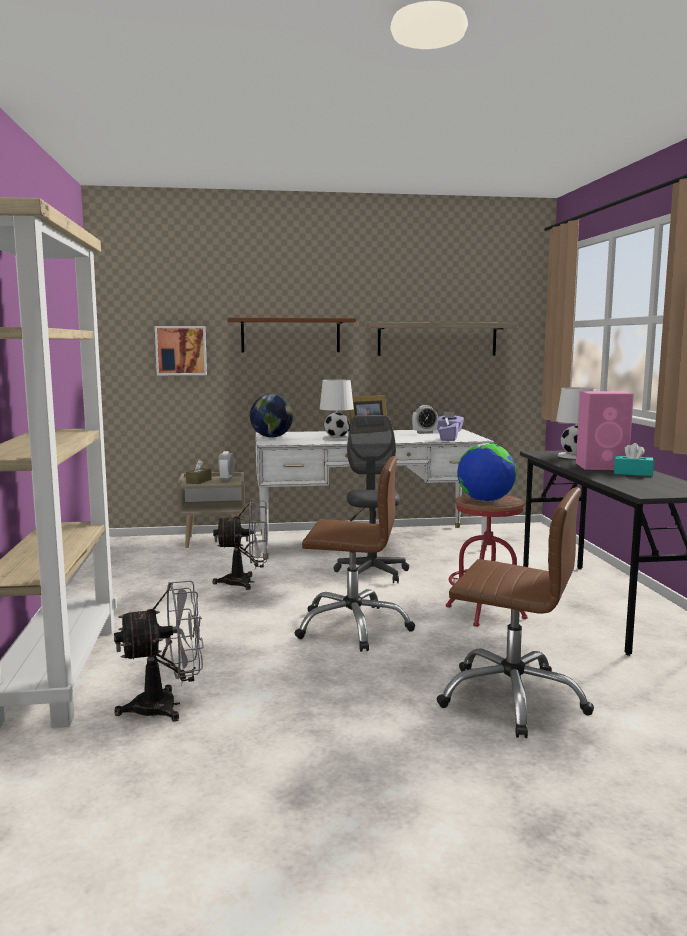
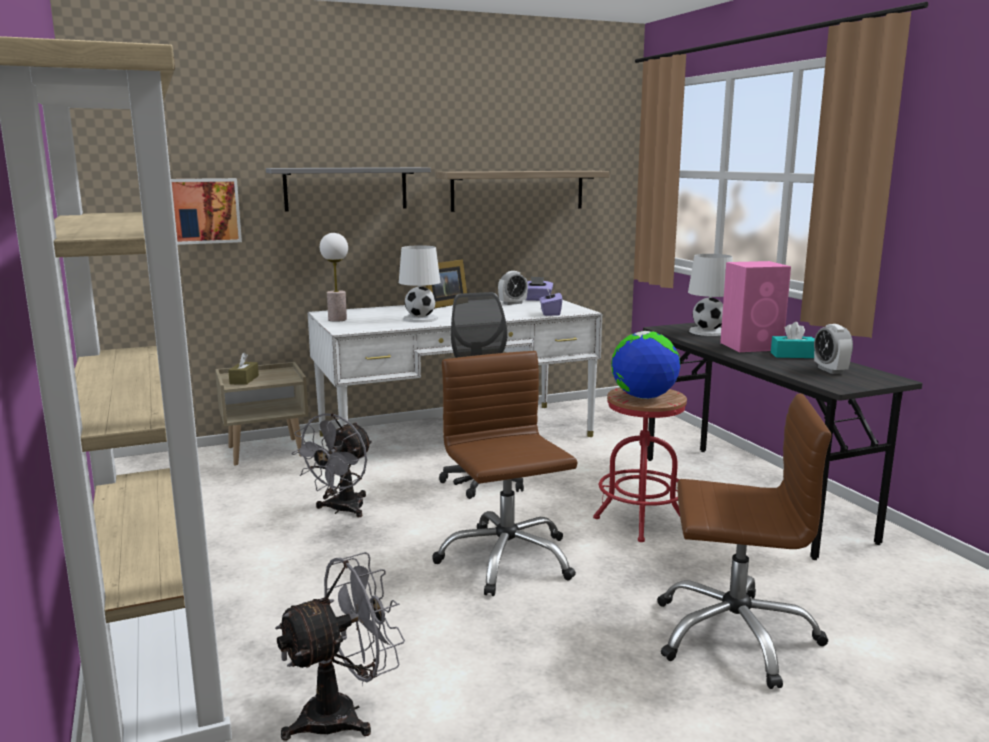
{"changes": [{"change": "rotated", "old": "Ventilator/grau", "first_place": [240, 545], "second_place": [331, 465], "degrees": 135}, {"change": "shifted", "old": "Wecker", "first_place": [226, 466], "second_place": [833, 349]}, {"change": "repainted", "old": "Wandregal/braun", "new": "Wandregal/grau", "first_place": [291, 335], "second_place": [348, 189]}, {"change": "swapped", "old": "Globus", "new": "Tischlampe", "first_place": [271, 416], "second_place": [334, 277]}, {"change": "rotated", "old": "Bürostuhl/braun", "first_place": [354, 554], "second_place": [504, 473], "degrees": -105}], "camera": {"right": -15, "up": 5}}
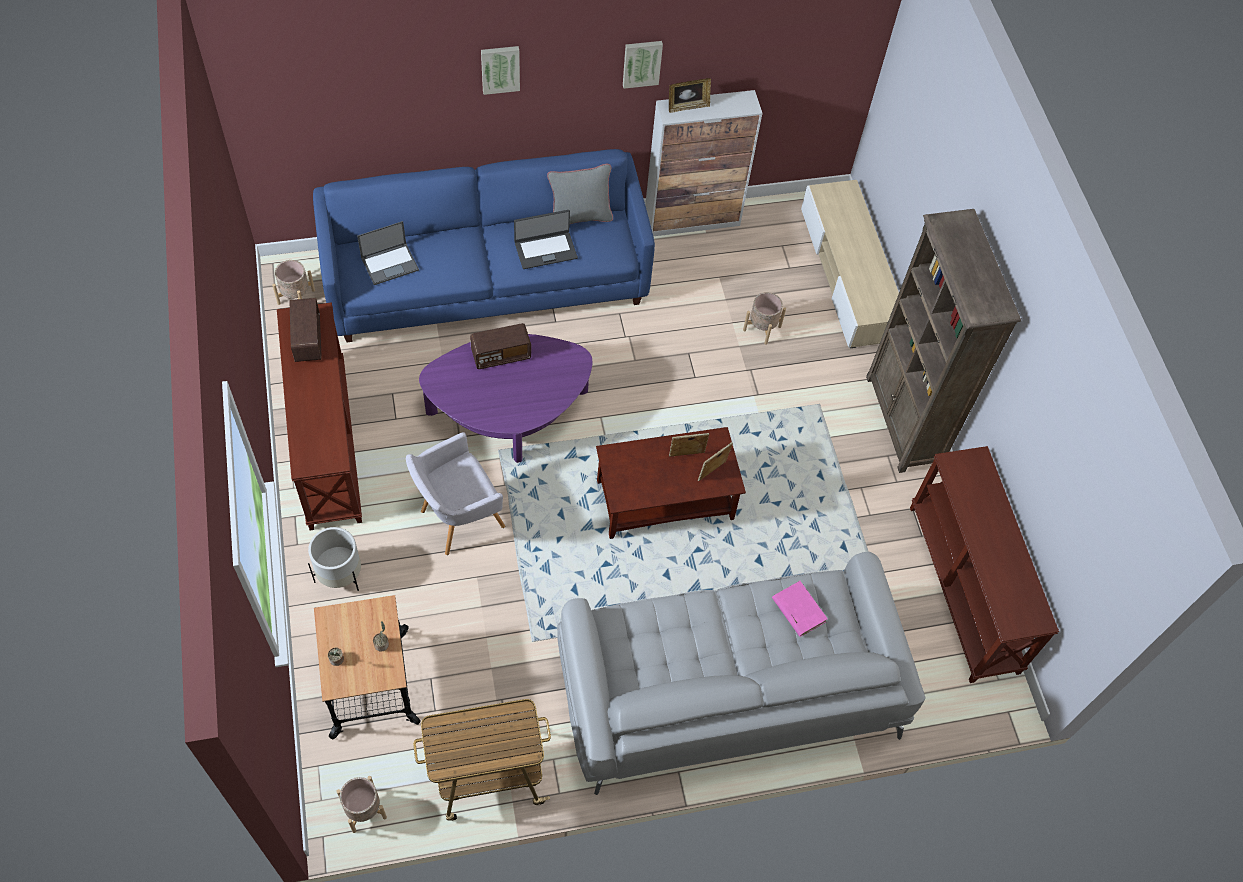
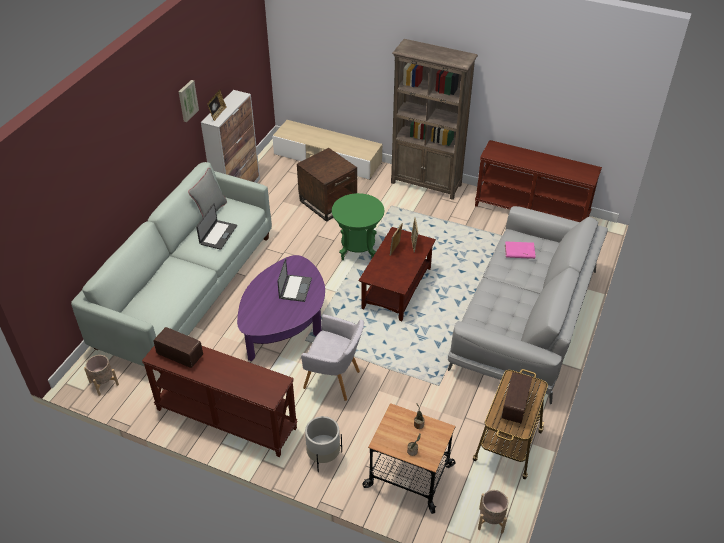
{"changes": [{"change": "repainted", "old": "Sofa/blau", "new": "Sofa/weiß", "first_place": [484, 245], "second_place": [171, 268]}, {"change": "shifted", "old": "Laptop", "first_place": [388, 253], "second_place": [294, 280]}, {"change": "rotated", "old": "Sessel/grau", "first_place": [455, 493], "second_place": [332, 357], "degrees": -75}, {"change": "shifted", "old": "Radio", "first_place": [500, 346], "second_place": [516, 397]}, {"change": "gone", "old": "Bild", "first_place": [500, 70]}, {"change": "swapped", "old": "Pflanzkübel/beige", "new": "Beistelltisch/braun", "first_place": [764, 318], "second_place": [327, 185]}, {"change": "new", "new": "Beistelltisch/grün", "second_place": [358, 226]}], "camera": {"right": -50, "up": -15}}
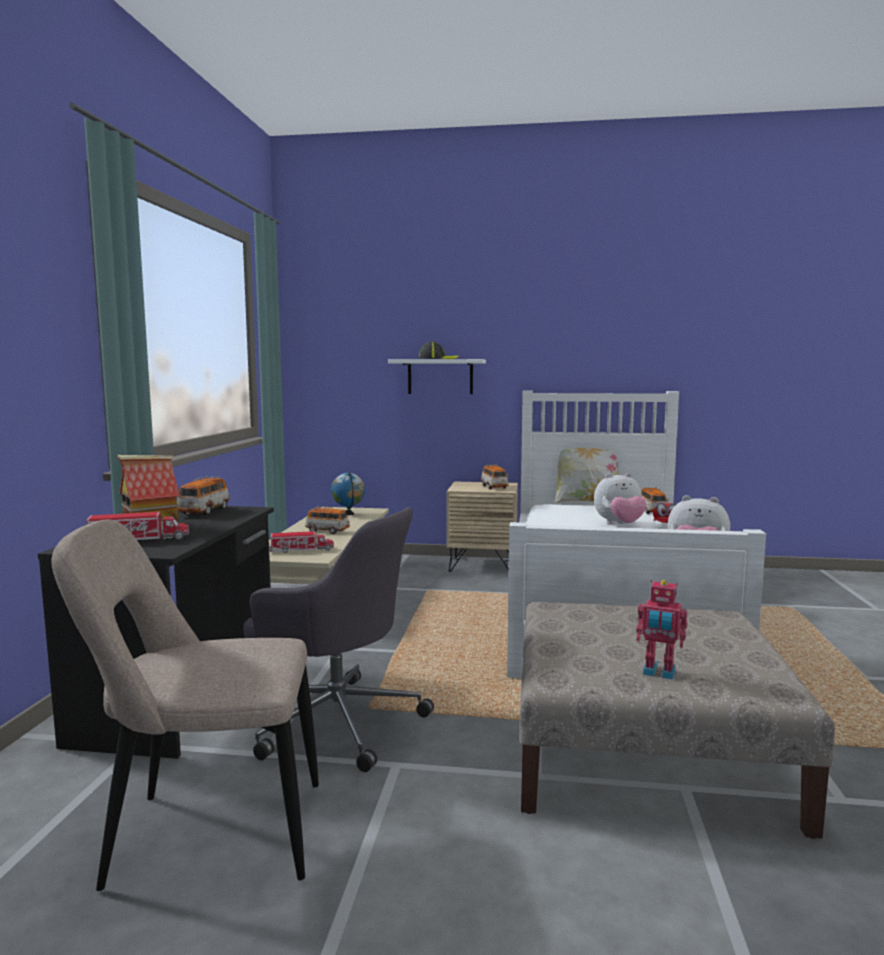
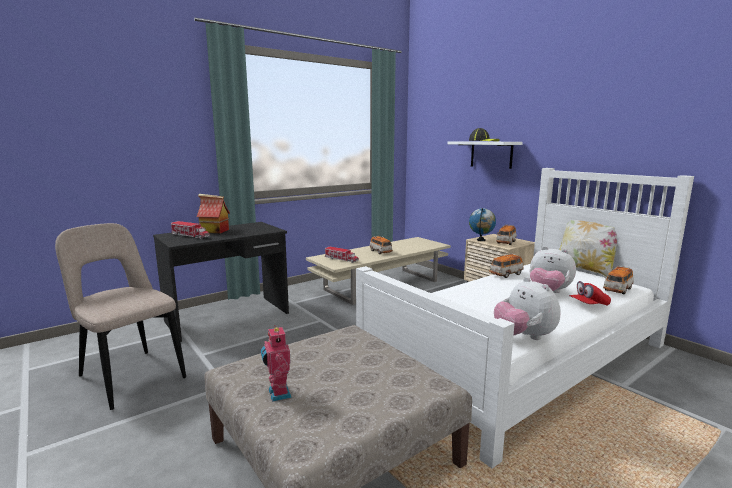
{"changes": [{"change": "shifted", "old": "Spielzeugauto", "first_place": [203, 495], "second_place": [506, 265]}, {"change": "gone", "old": "Bürostuhl/grau", "first_place": [338, 639]}, {"change": "shifted", "old": "Globus", "first_place": [348, 494], "second_place": [482, 224]}], "camera": {"right": 45, "up": 5}}
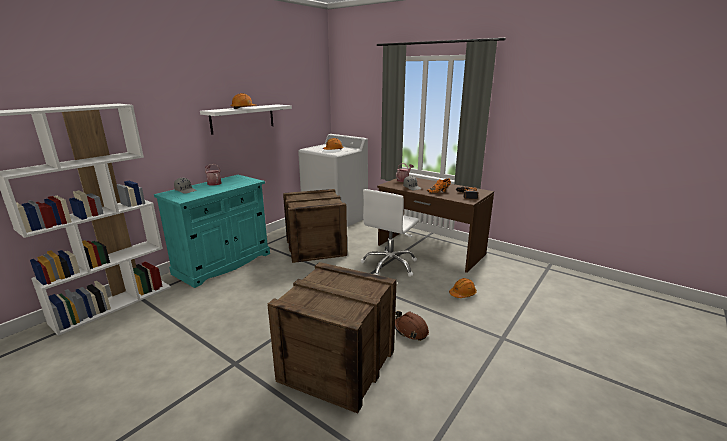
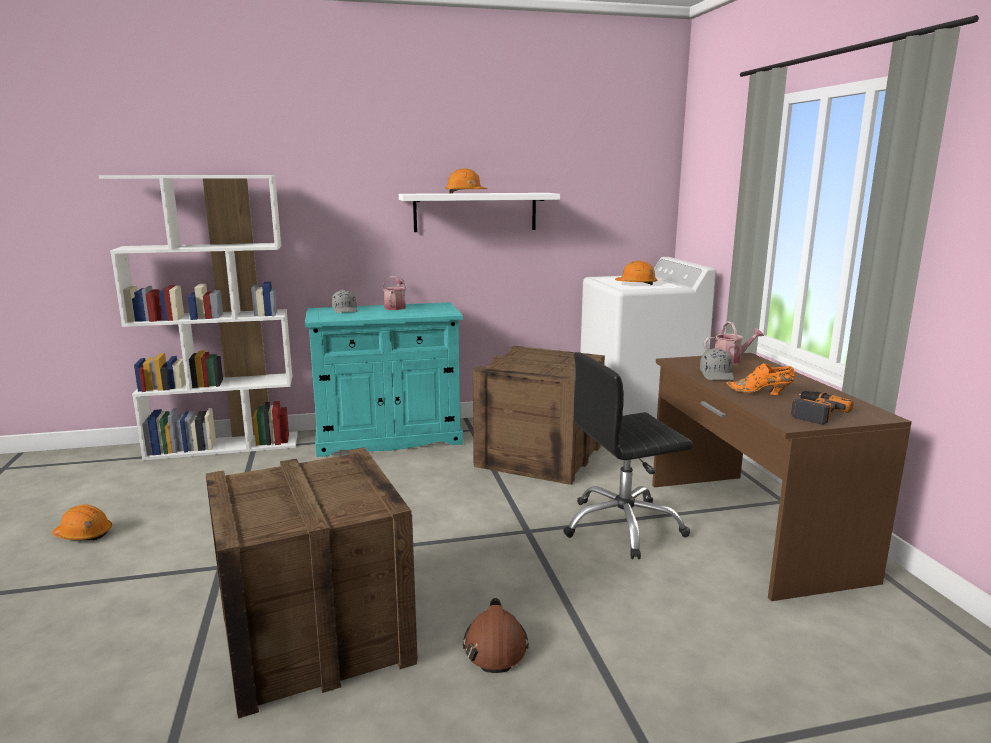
{"changes": [{"change": "repainted", "old": "Bürostuhl/weiß", "new": "Bürostuhl/schwarz", "first_place": [390, 233], "second_place": [628, 455]}, {"change": "shifted", "old": "Schutzhelm/orange", "first_place": [463, 288], "second_place": [82, 522]}], "camera": {"right": 40, "up": -5}}
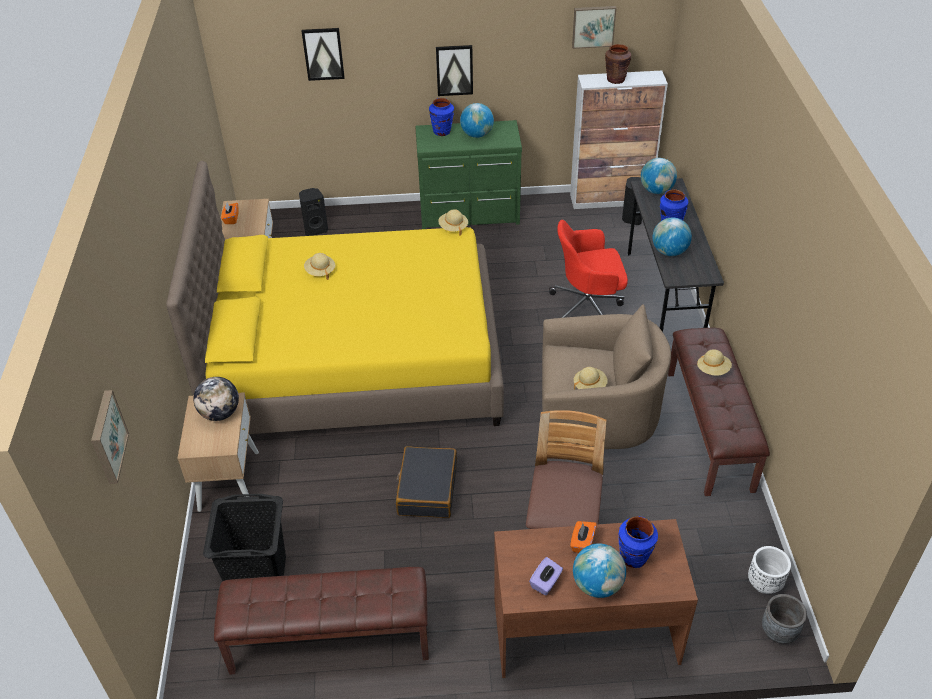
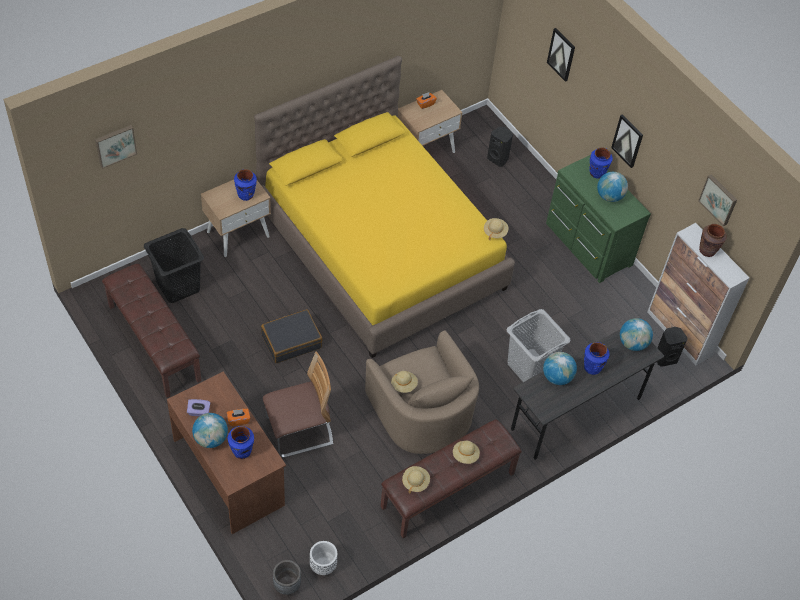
{"changes": [{"change": "swapped", "old": "Globus", "new": "Vase/blau", "first_place": [216, 399], "second_place": [245, 185]}, {"change": "shifted", "old": "Hut/beige", "first_place": [319, 266], "second_place": [416, 480]}, {"change": "swapped", "old": "Bürostuhl/rot", "new": "Wäschekorb/grau", "first_place": [588, 269], "second_place": [538, 345]}], "camera": {"right": 55, "up": 10}}
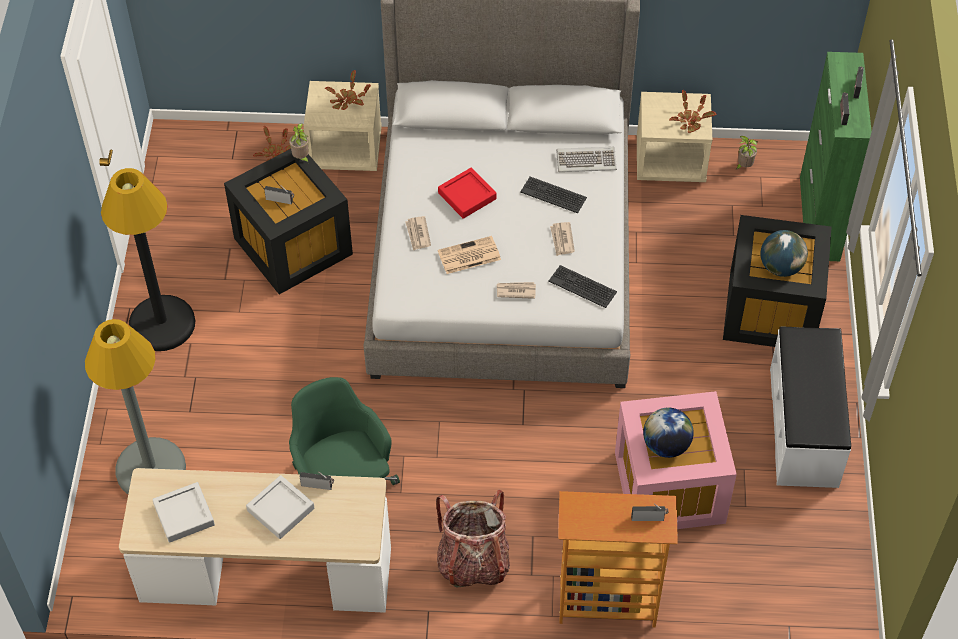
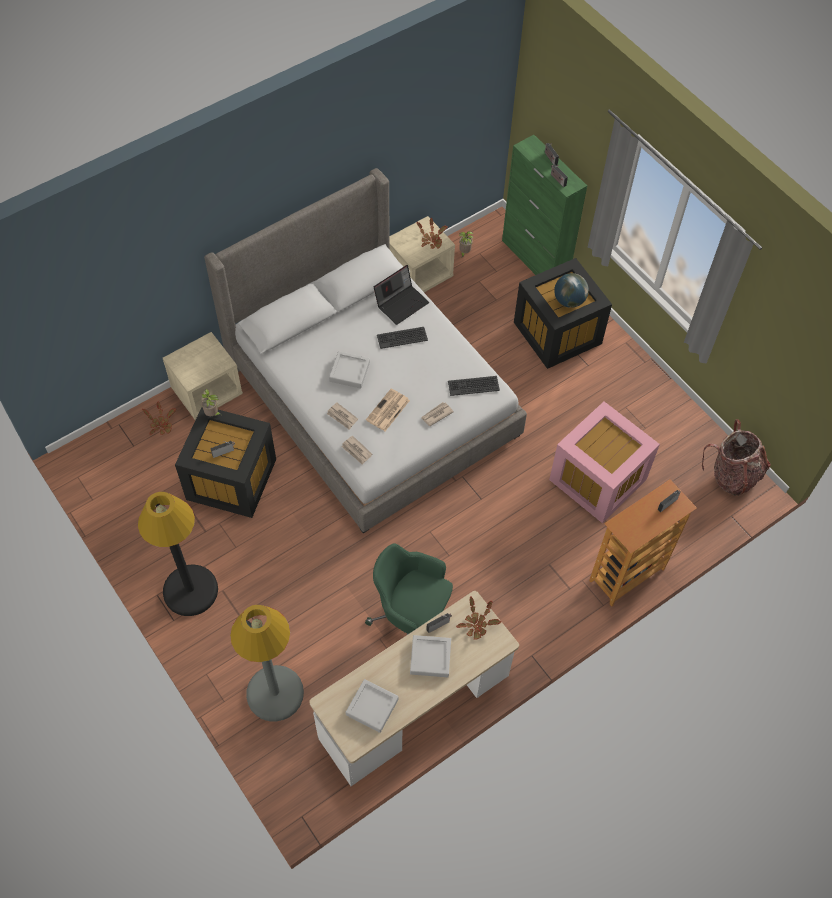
{"changes": [{"change": "shifted", "old": "Topfpflanze", "first_place": [348, 90], "second_place": [478, 617]}, {"change": "shifted", "old": "Rucksack", "first_place": [473, 538], "second_place": [736, 457]}, {"change": "repainted", "old": "Tablett/rot", "new": "Tablett/grau", "first_place": [467, 193], "second_place": [349, 370]}, {"change": "shifted", "old": "Zeitung", "first_place": [562, 239], "second_place": [356, 450]}, {"change": "swapped", "old": "Tastatur", "new": "Laptop", "first_place": [586, 159], "second_place": [401, 295]}, {"change": "gone", "old": "Globus", "first_place": [668, 433]}, {"change": "gone", "old": "Bank/weiß", "first_place": [810, 407]}], "camera": {"right": -40, "up": 5}}
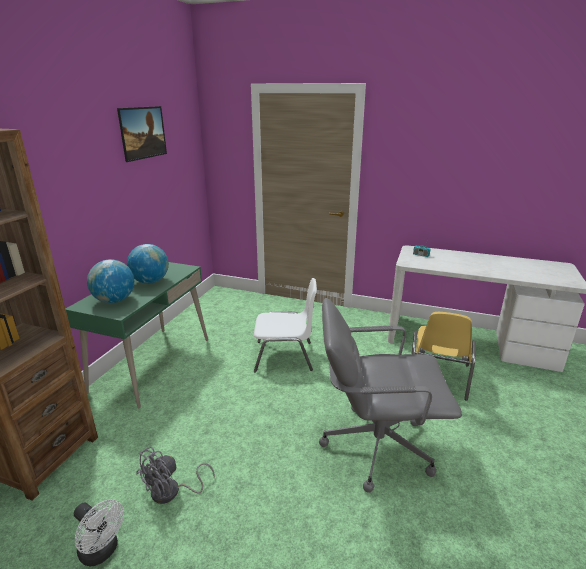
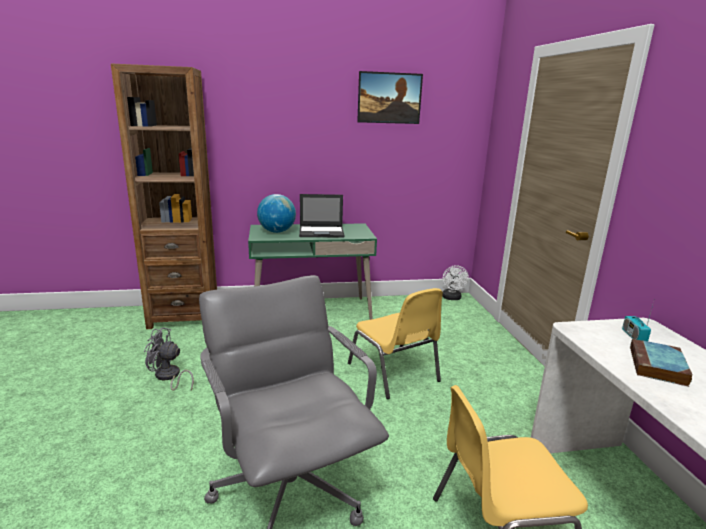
{"changes": [{"change": "shifted", "old": "Ventilator/weiß", "first_place": [99, 532], "second_place": [455, 282]}, {"change": "swapped", "old": "Globus", "new": "Laptop", "first_place": [148, 264], "second_place": [321, 215]}, {"change": "repainted", "old": "Stuhl/weiß", "new": "Stuhl/gelb", "first_place": [285, 325], "second_place": [395, 343]}, {"change": "new", "new": "Buch", "second_place": [661, 363]}], "camera": {"right": 60, "up": -5}}
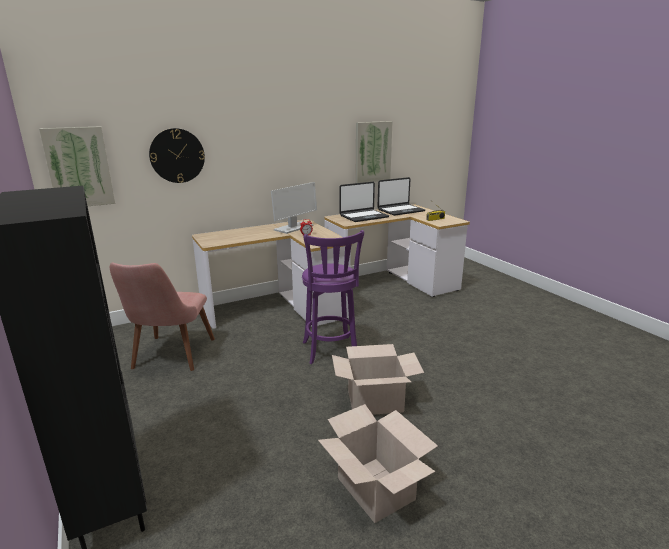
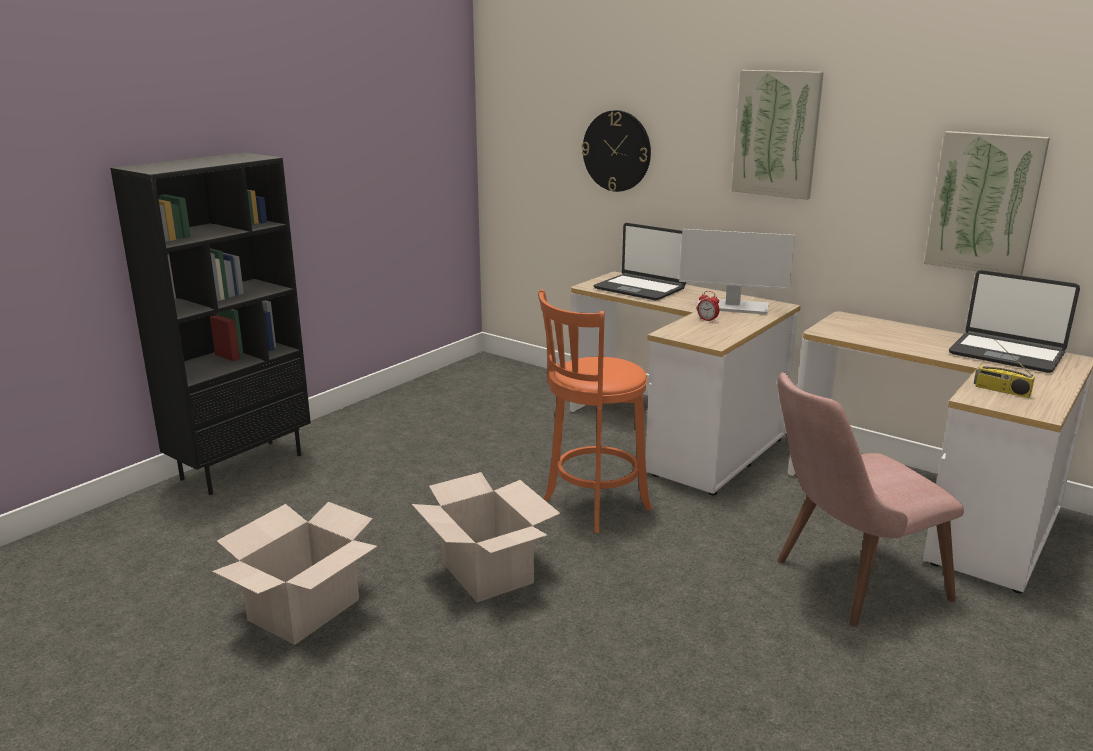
{"changes": [{"change": "shifted", "old": "Bild", "first_place": [77, 166], "second_place": [777, 135]}, {"change": "shifted", "old": "Stuhl/rosa", "first_place": [162, 316], "second_place": [870, 499]}, {"change": "repainted", "old": "Hocker/lila", "new": "Hocker/orange", "first_place": [333, 297], "second_place": [595, 411]}, {"change": "shifted", "old": "Laptop", "first_place": [364, 202], "second_place": [639, 262]}], "camera": {"right": 65, "up": 0}}
